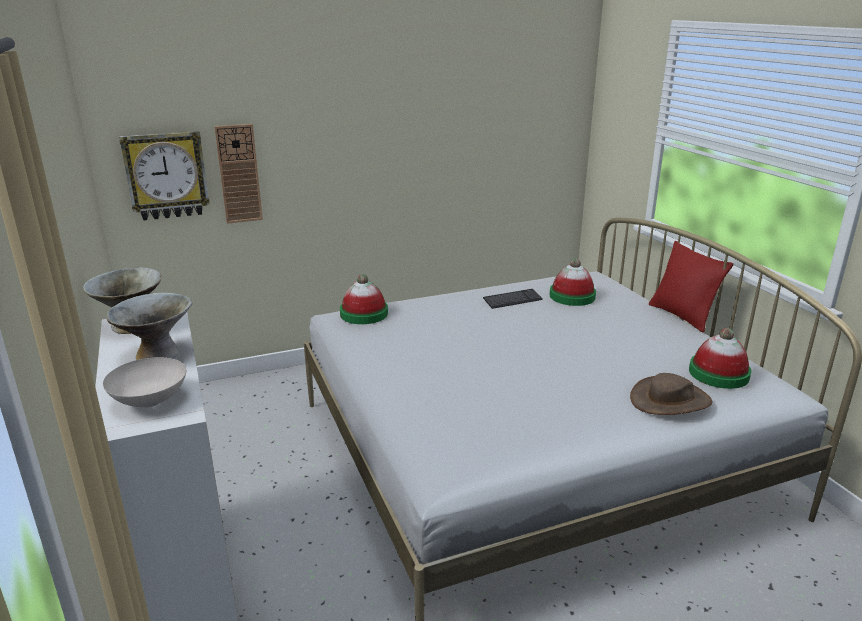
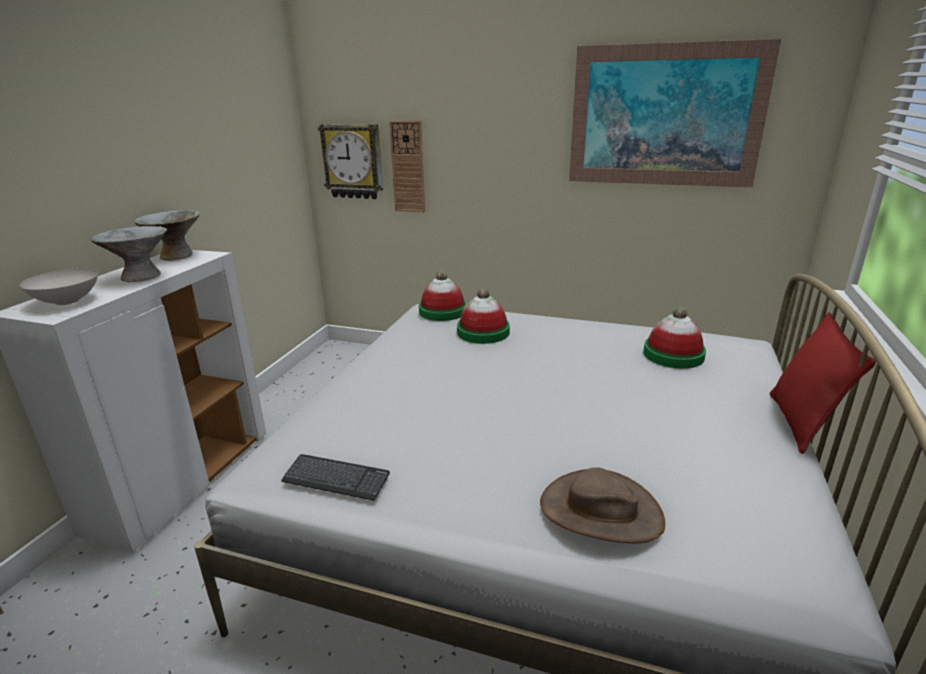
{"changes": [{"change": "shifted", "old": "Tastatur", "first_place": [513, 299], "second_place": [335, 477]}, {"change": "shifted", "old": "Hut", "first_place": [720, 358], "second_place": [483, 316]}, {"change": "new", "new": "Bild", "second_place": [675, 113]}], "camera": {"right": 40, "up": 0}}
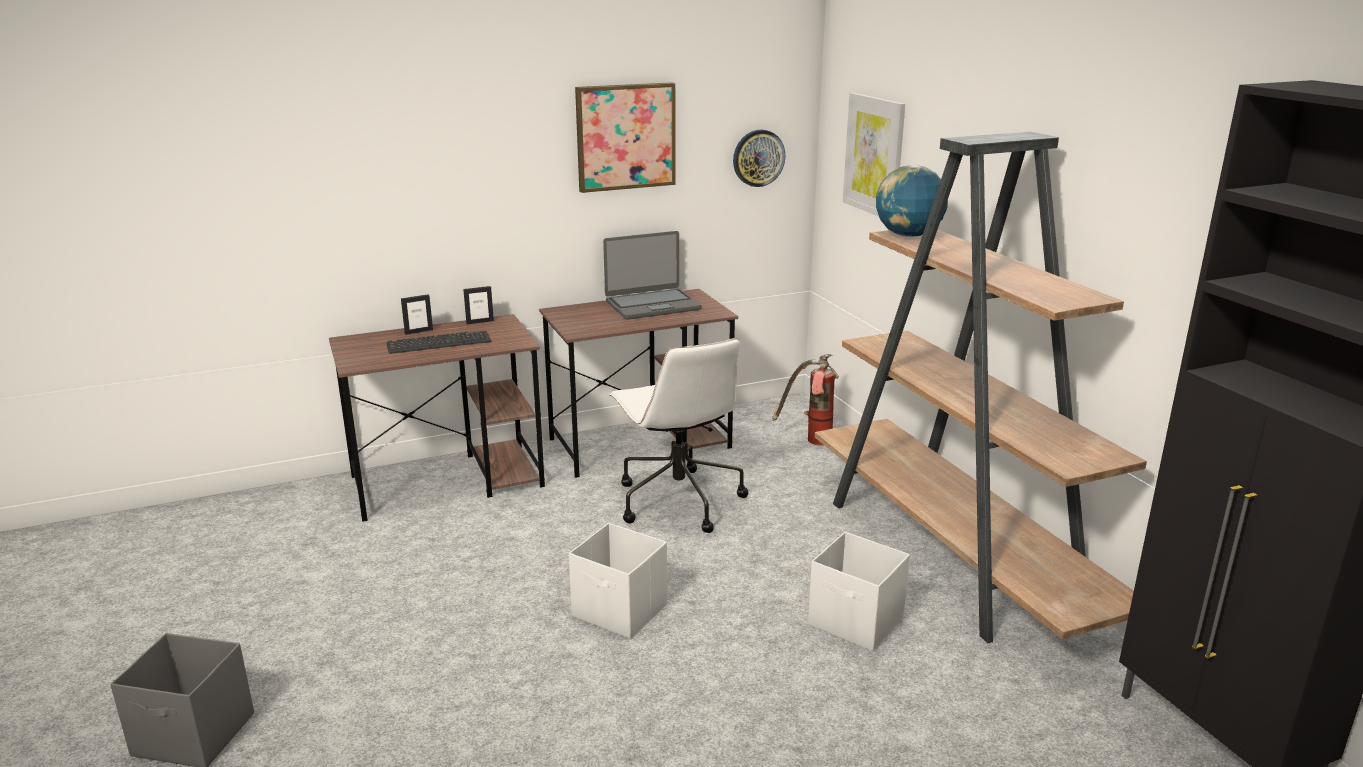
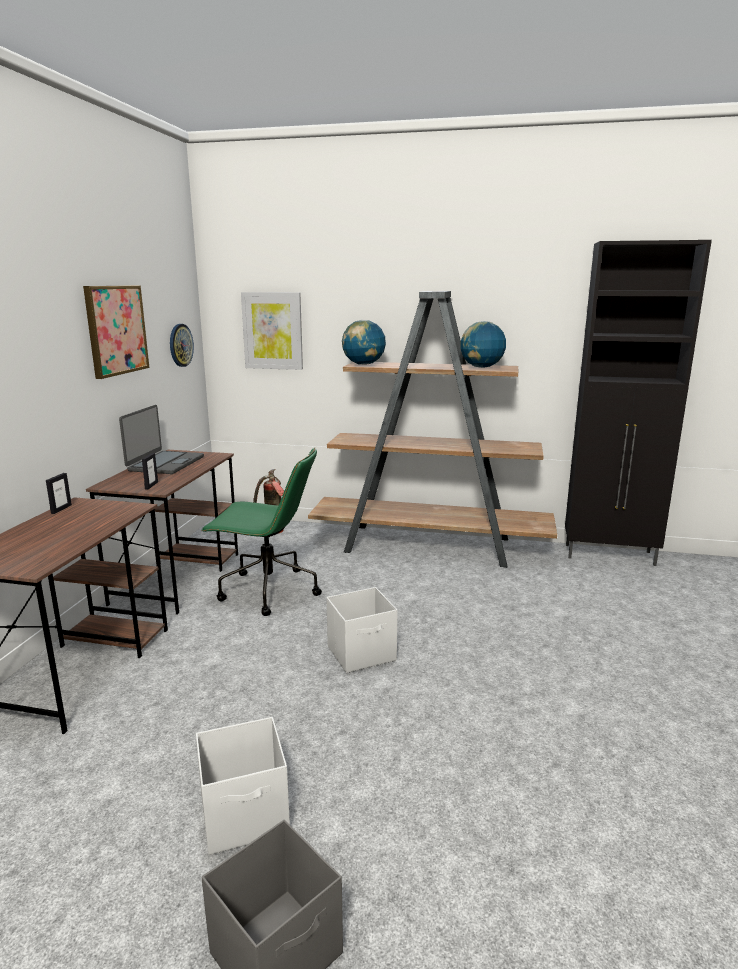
{"changes": [{"change": "gone", "old": "Tastatur", "first_place": [438, 342]}, {"change": "shifted", "old": "Bilderrahmen", "first_place": [417, 314], "second_place": [150, 471]}, {"change": "repainted", "old": "Bürostuhl/weiß", "new": "Bürostuhl/grün", "first_place": [678, 435], "second_place": [261, 532]}, {"change": "shifted", "old": "Aufbewahrungsbox/weiß", "first_place": [859, 592], "second_place": [243, 786]}, {"change": "new", "new": "Globus", "second_place": [483, 344]}], "camera": {"right": -55, "up": -5}}
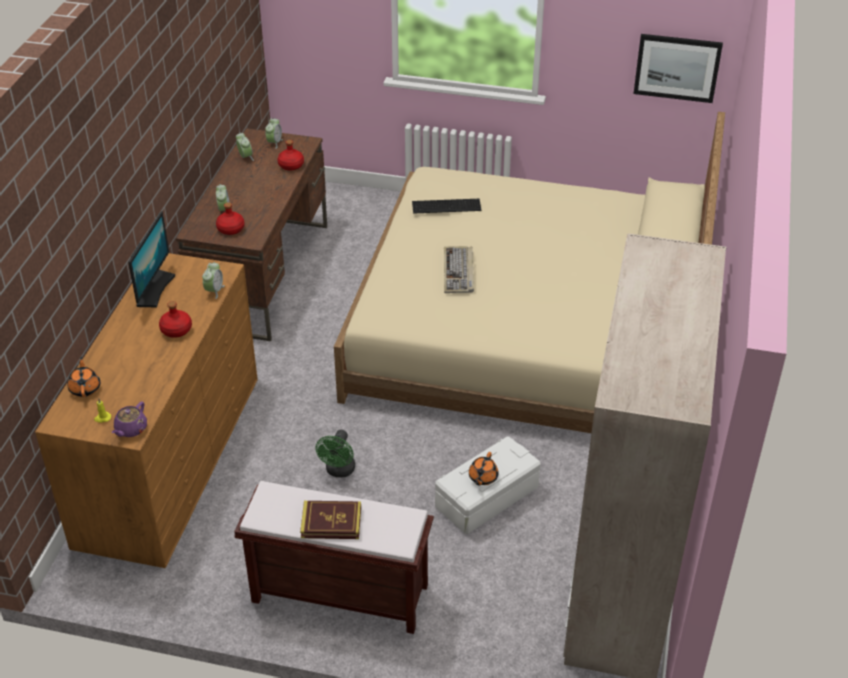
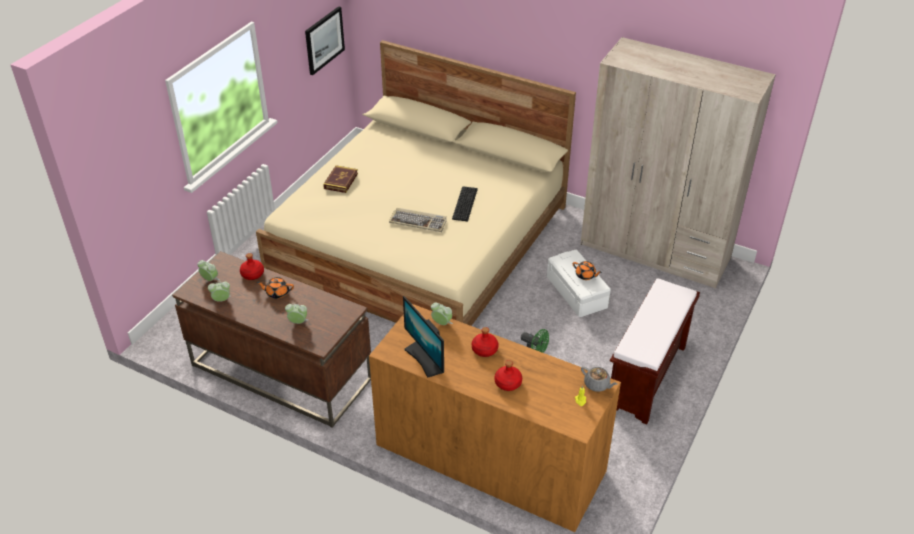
{"changes": [{"change": "shifted", "old": "Teekanne/orange", "first_place": [83, 377], "second_place": [275, 288]}, {"change": "repainted", "old": "Teekanne/lila", "new": "Teekanne/grau", "first_place": [129, 419], "second_place": [599, 379]}, {"change": "rotated", "old": "Monitor", "first_place": [151, 259], "second_place": [423, 337], "degrees": -150}, {"change": "shifted", "old": "Flasche/rot", "first_place": [230, 218], "second_place": [508, 375]}, {"change": "shifted", "old": "Buch", "first_place": [330, 520], "second_place": [340, 179]}, {"change": "shifted", "old": "Tastatur", "first_place": [446, 206], "second_place": [465, 203]}], "camera": {"right": -75, "up": 0}}
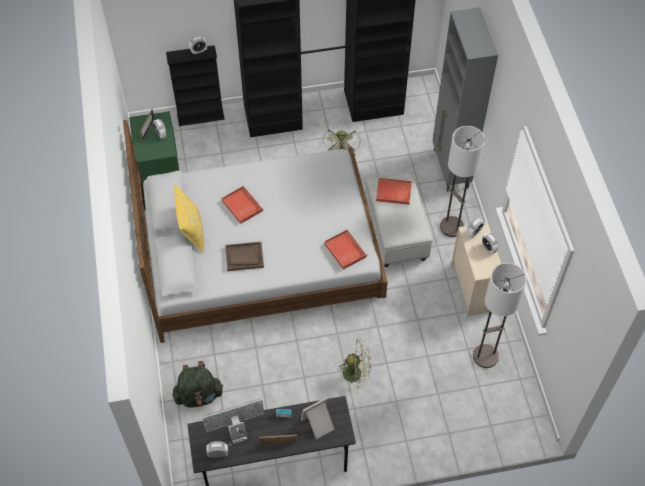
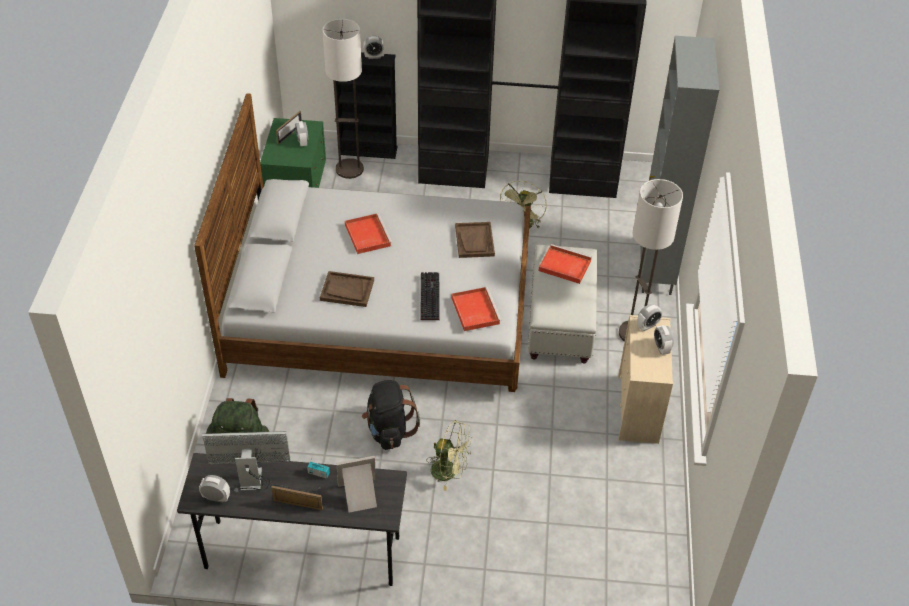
{"changes": [{"change": "gone", "old": "Kissen/gelb", "first_place": [189, 218]}, {"change": "shifted", "old": "Stehlampe", "first_place": [500, 315], "second_place": [343, 99]}, {"change": "new", "new": "Rucksack/schwarz", "second_place": [391, 415]}, {"change": "new", "new": "Tastatur", "second_place": [430, 296]}, {"change": "new", "new": "Tablett/braun", "second_place": [475, 240]}], "camera": {"right": 15, "up": -10}}
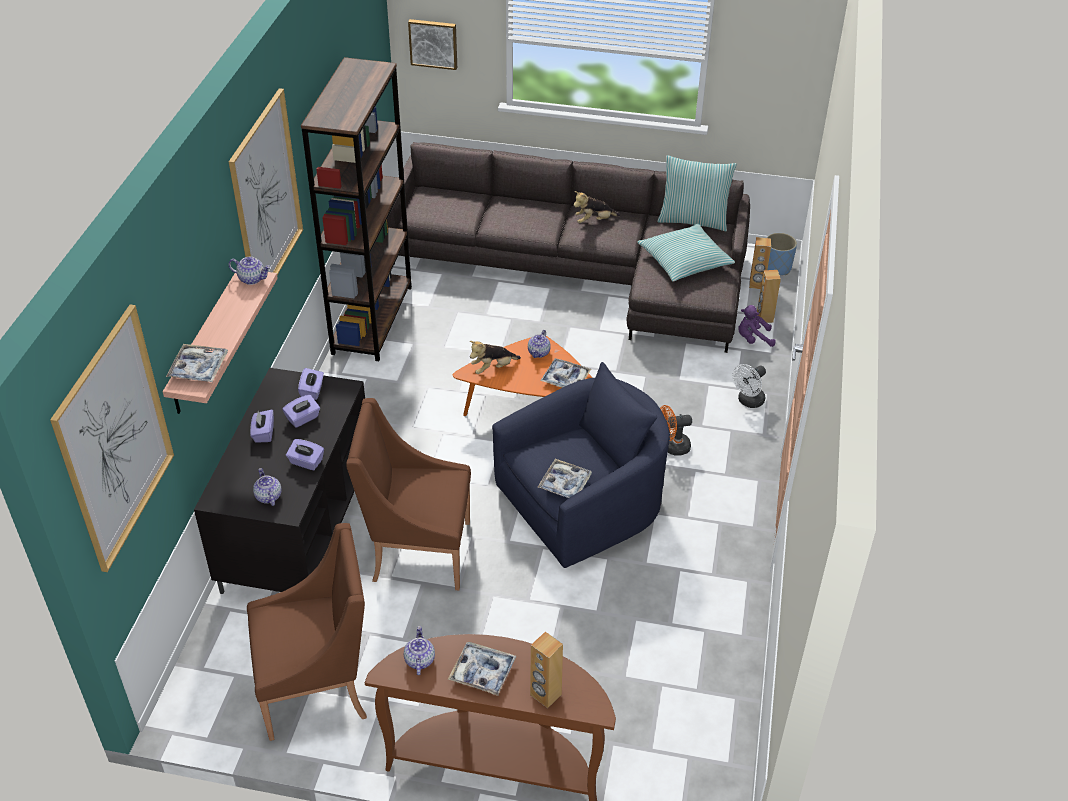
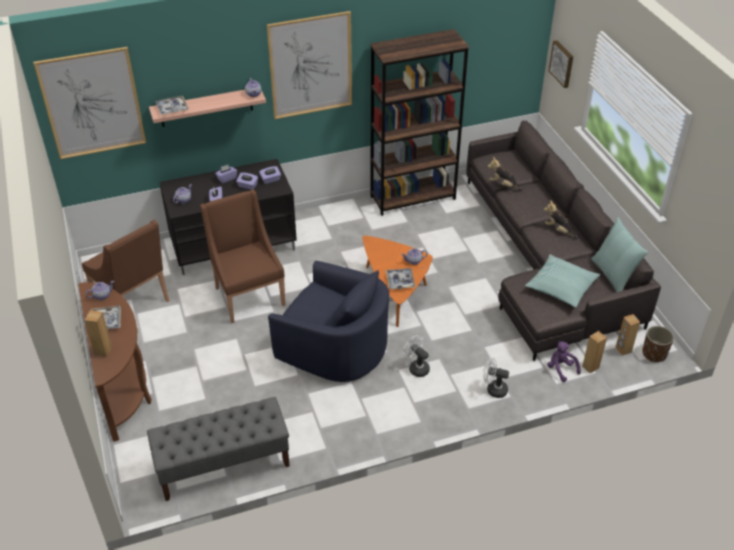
{"changes": [{"change": "shifted", "old": "Plüschtier", "first_place": [495, 357], "second_place": [505, 174]}, {"change": "gone", "old": "Tablett", "first_place": [564, 478]}, {"change": "repainted", "old": "Ventilator/orange", "new": "Ventilator/weiß", "first_place": [676, 430], "second_place": [416, 356]}, {"change": "repainted", "old": "Pflanzkübel/blau", "new": "Pflanzkübel/braun", "first_place": [781, 254], "second_place": [658, 344]}, {"change": "new", "new": "Bank/grau", "second_place": [218, 449]}], "camera": {"right": 60, "up": 0}}
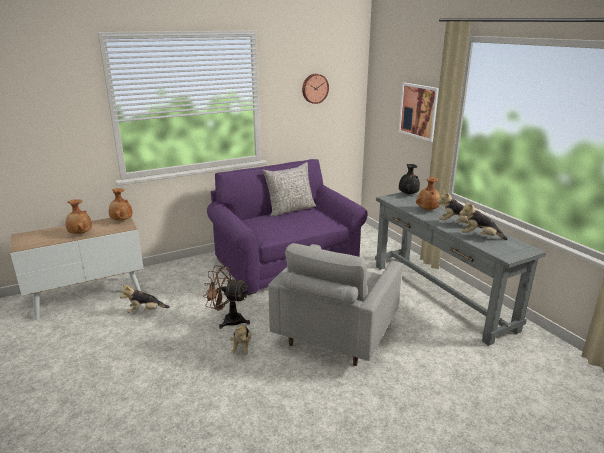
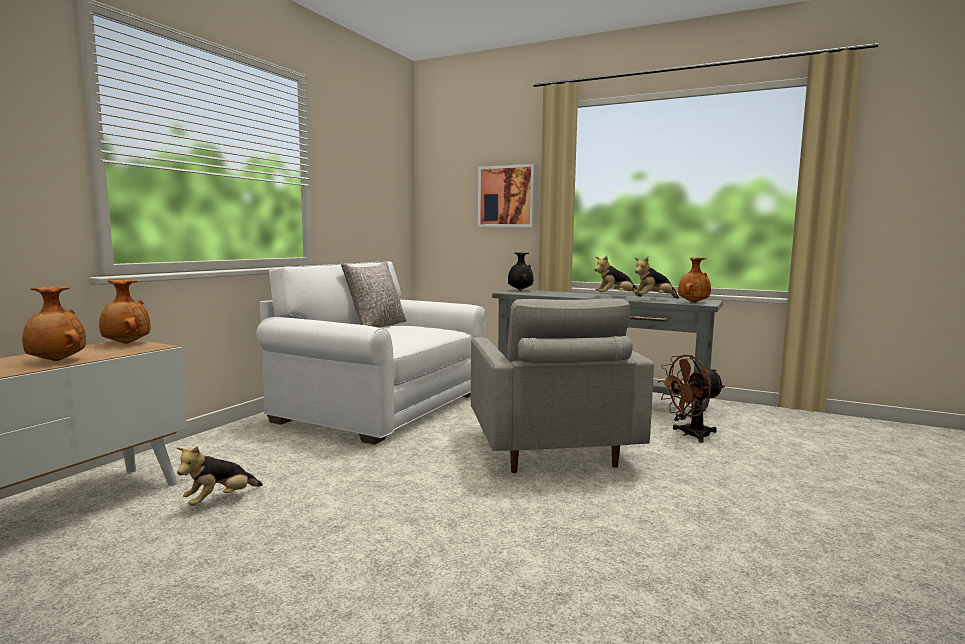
{"changes": [{"change": "shifted", "old": "Ventilator/braun", "first_place": [226, 297], "second_place": [691, 399]}, {"change": "repainted", "old": "Sofa/lila", "new": "Sofa/weiß", "first_place": [287, 227], "second_place": [371, 353]}, {"change": "gone", "old": "Plüschtier", "first_place": [240, 339]}, {"change": "gone", "old": "Wanduhr", "first_place": [315, 89]}, {"change": "shifted", "old": "Vase/braun", "first_place": [428, 193], "second_place": [694, 280]}], "camera": {"right": -35, "up": -15}}
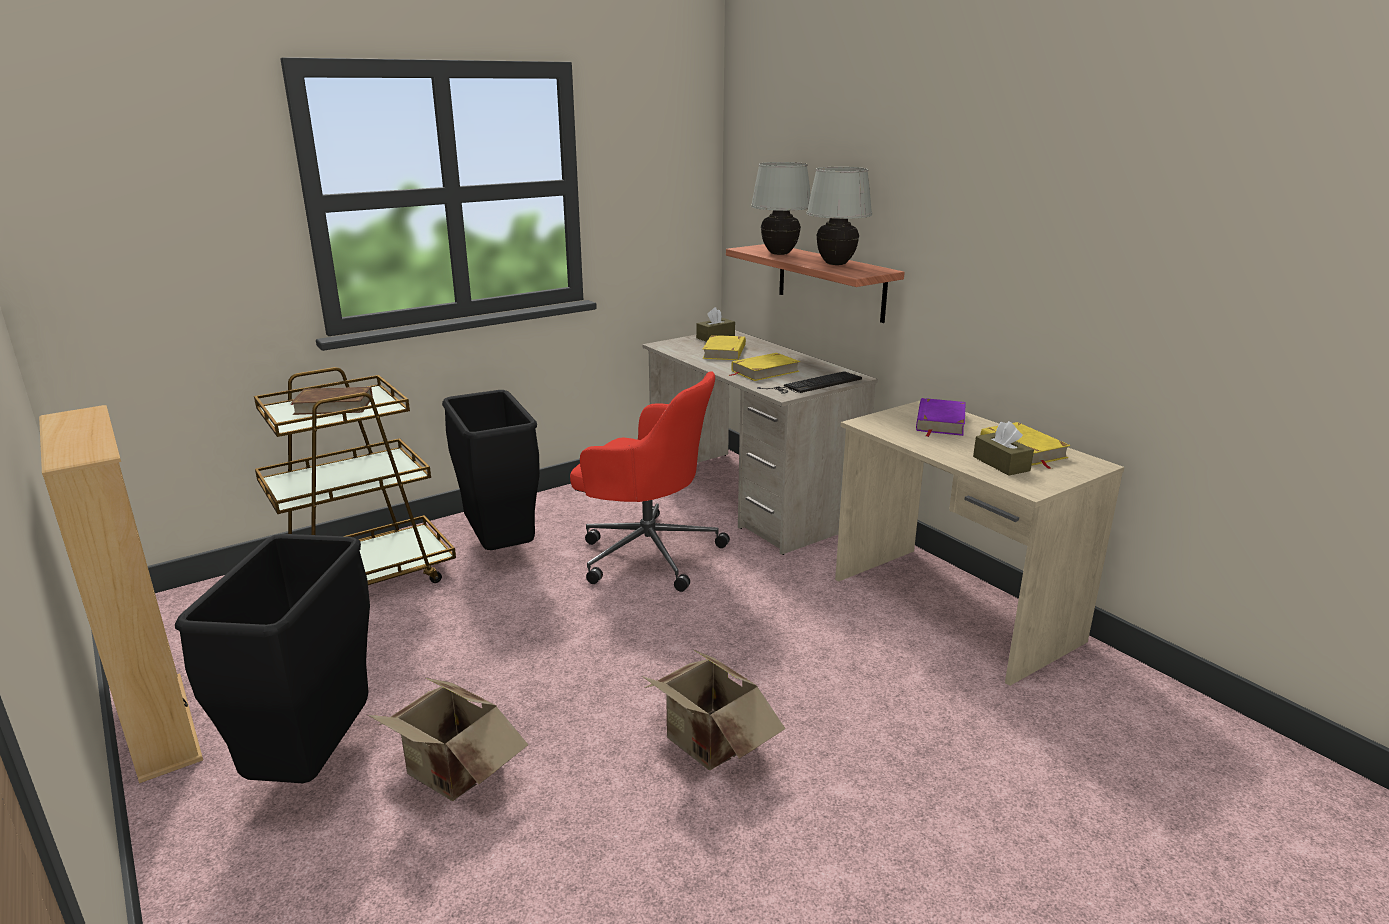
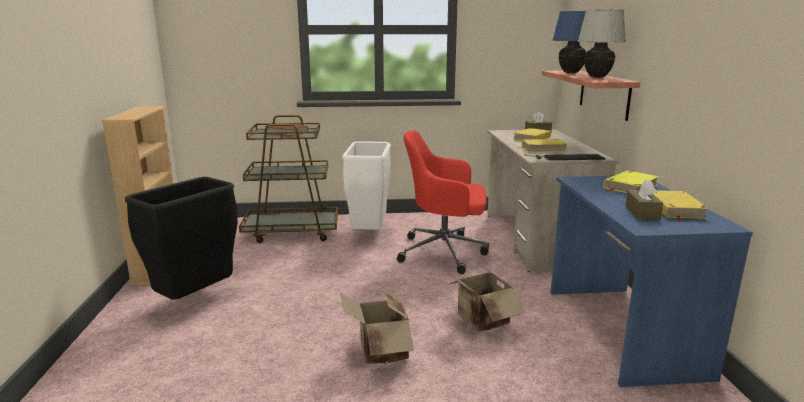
{"changes": [{"change": "shifted", "old": "Karton", "first_place": [448, 739], "second_place": [485, 297]}, {"change": "repainted", "old": "Mülleimer/schwarz", "new": "Mülleimer/weiß", "first_place": [491, 470], "second_place": [366, 185]}, {"change": "rotated", "old": "Bürostuhl/rot", "first_place": [650, 481], "second_place": [443, 202], "degrees": 135}, {"change": "repainted", "old": "Tischlampe/weiß", "new": "Tischlampe/blau", "first_place": [781, 208], "second_place": [569, 42]}, {"change": "repainted", "old": "Schreibtisch/beige", "new": "Schreibtisch/blau", "first_place": [979, 543], "second_place": [652, 281]}, {"change": "repainted", "old": "Buch/lila", "new": "Buch/gelb", "first_place": [941, 417], "second_place": [631, 181]}], "camera": {"right": 30, "up": -5}}
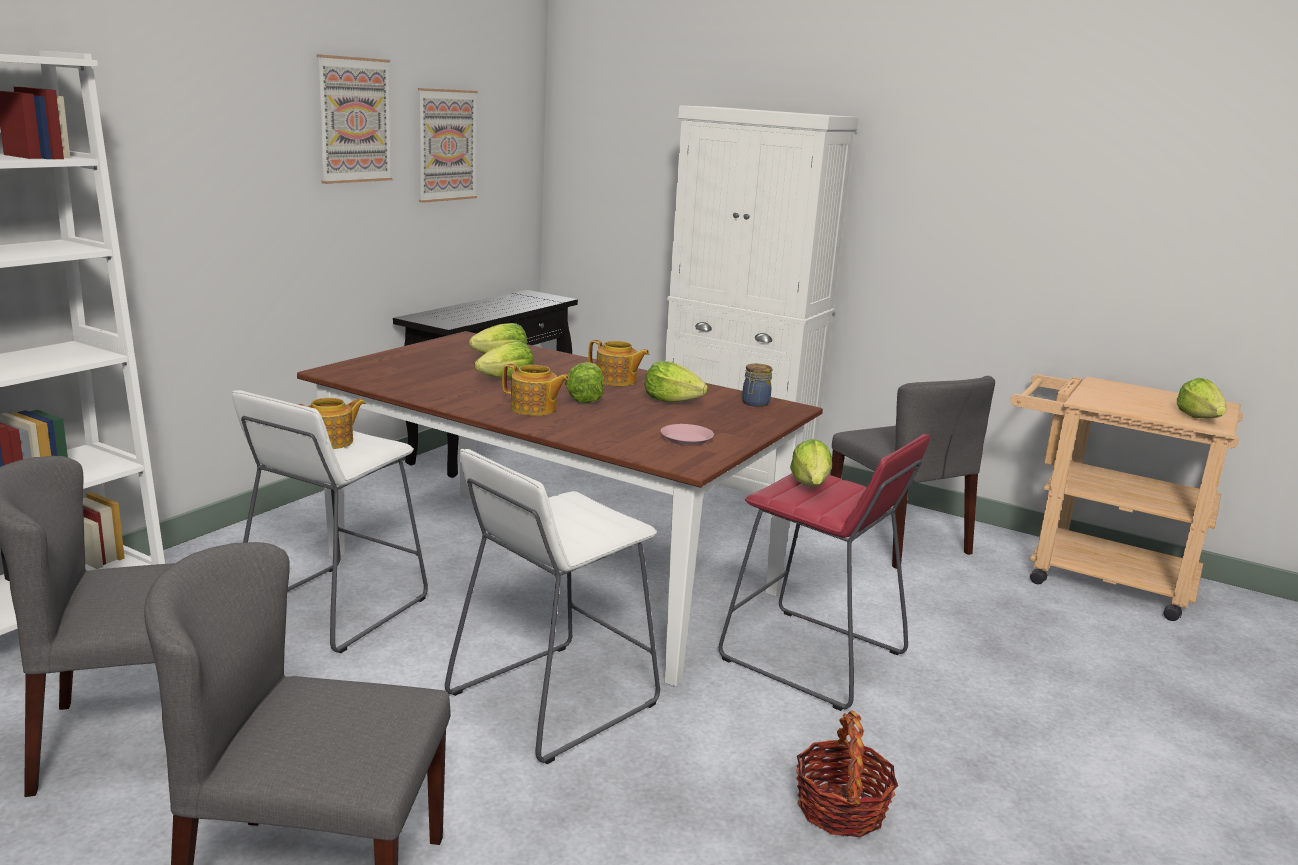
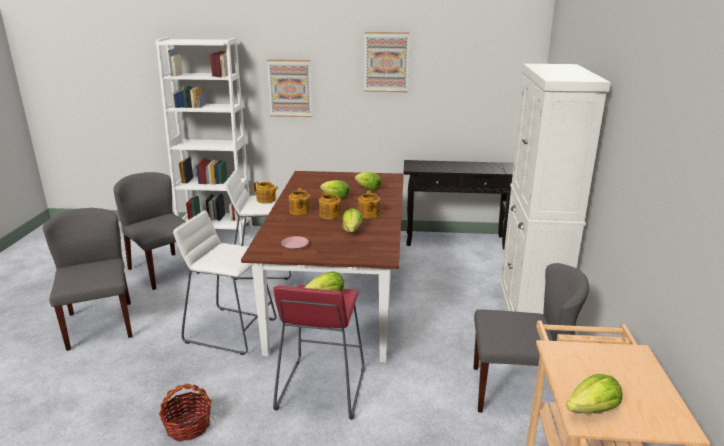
{"changes": [{"change": "shifted", "old": "Bild", "first_place": [448, 145], "second_place": [289, 88]}, {"change": "swapped", "old": "Salatkopf", "new": "Teekanne", "first_place": [584, 382], "second_place": [330, 205]}, {"change": "gone", "old": "Vorratsglas", "first_place": [757, 385]}, {"change": "rotated", "old": "Stuhl/grau", "first_place": [912, 472], "second_place": [531, 338], "degrees": -120}], "camera": {"right": 65, "up": 5}}
